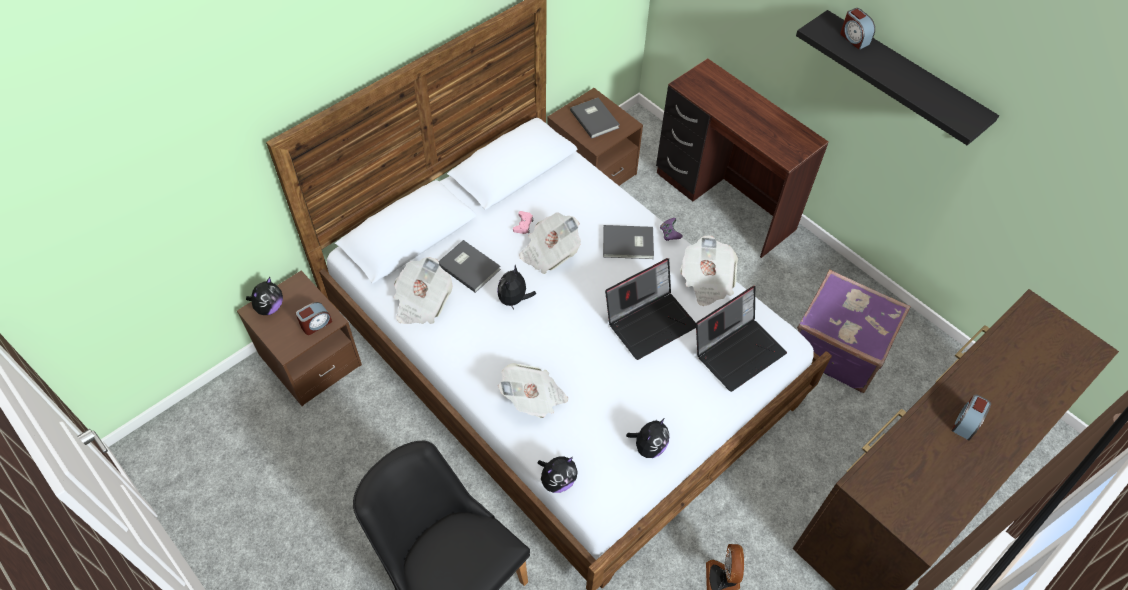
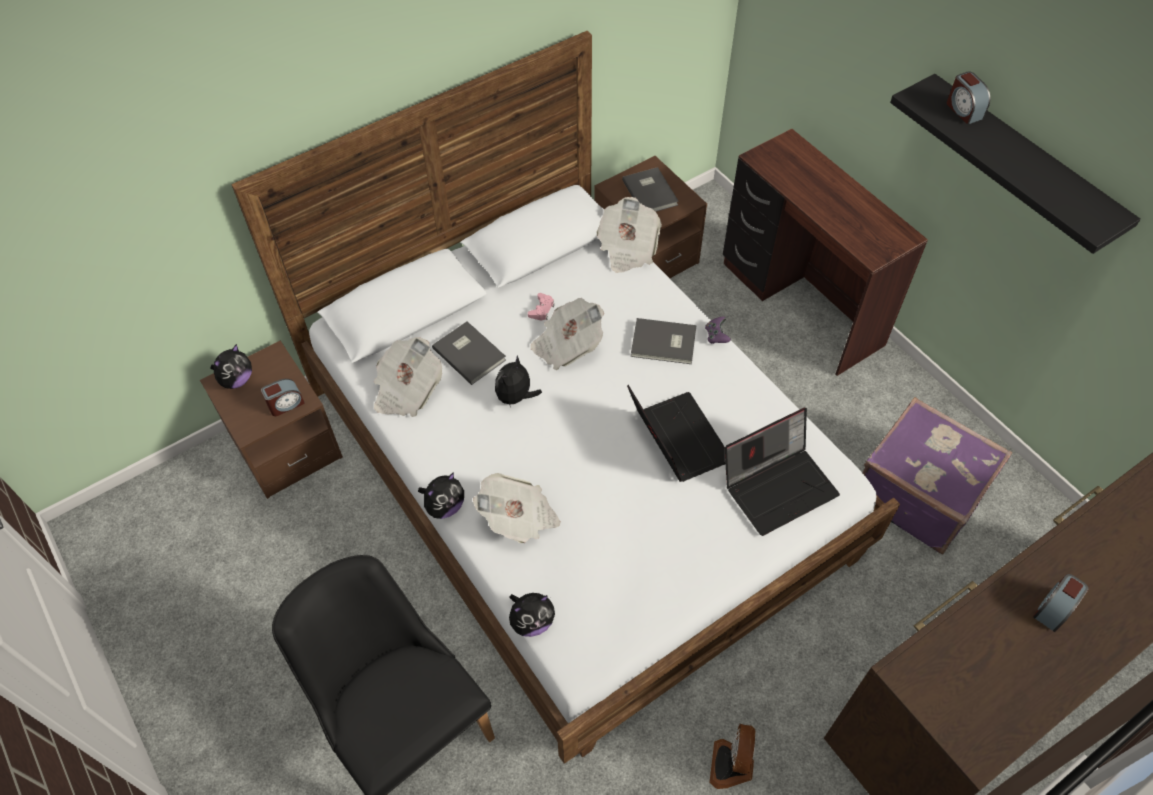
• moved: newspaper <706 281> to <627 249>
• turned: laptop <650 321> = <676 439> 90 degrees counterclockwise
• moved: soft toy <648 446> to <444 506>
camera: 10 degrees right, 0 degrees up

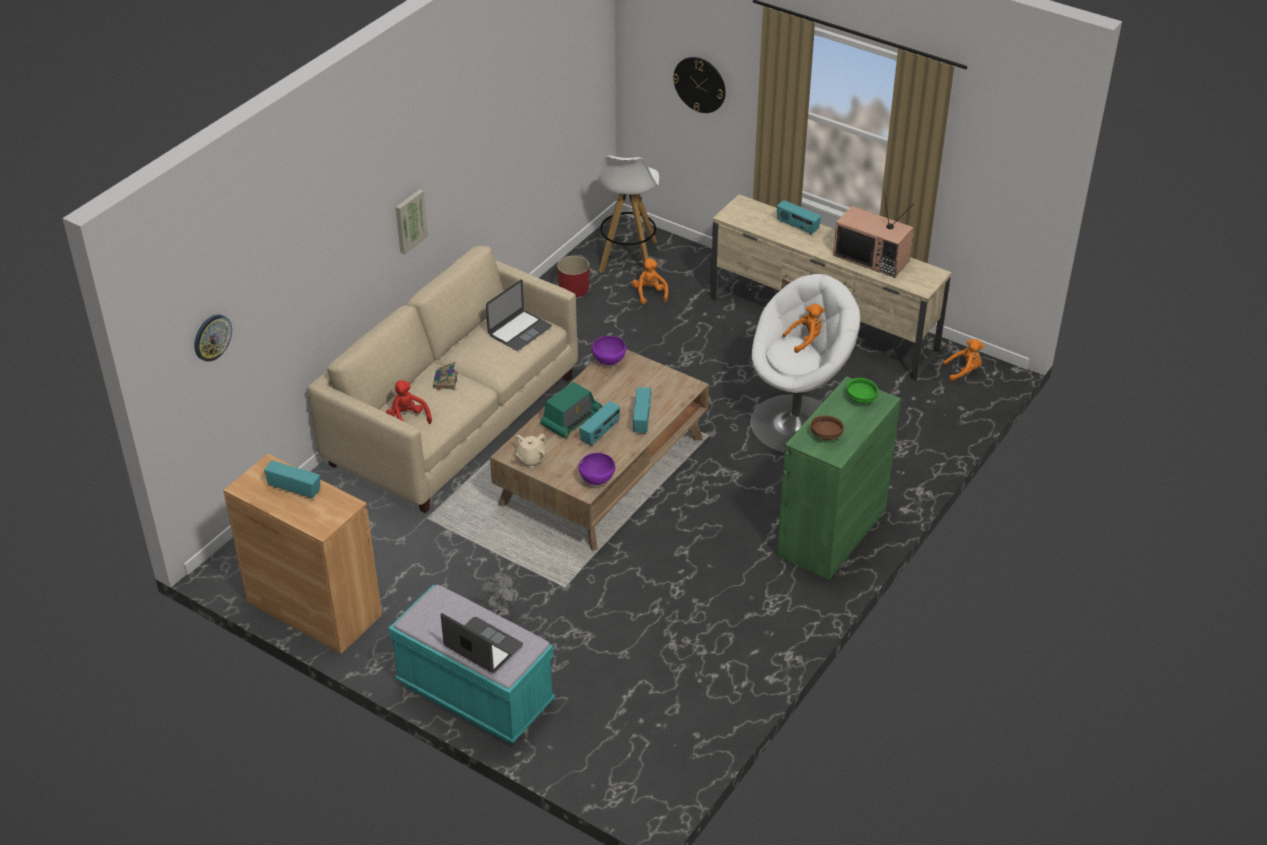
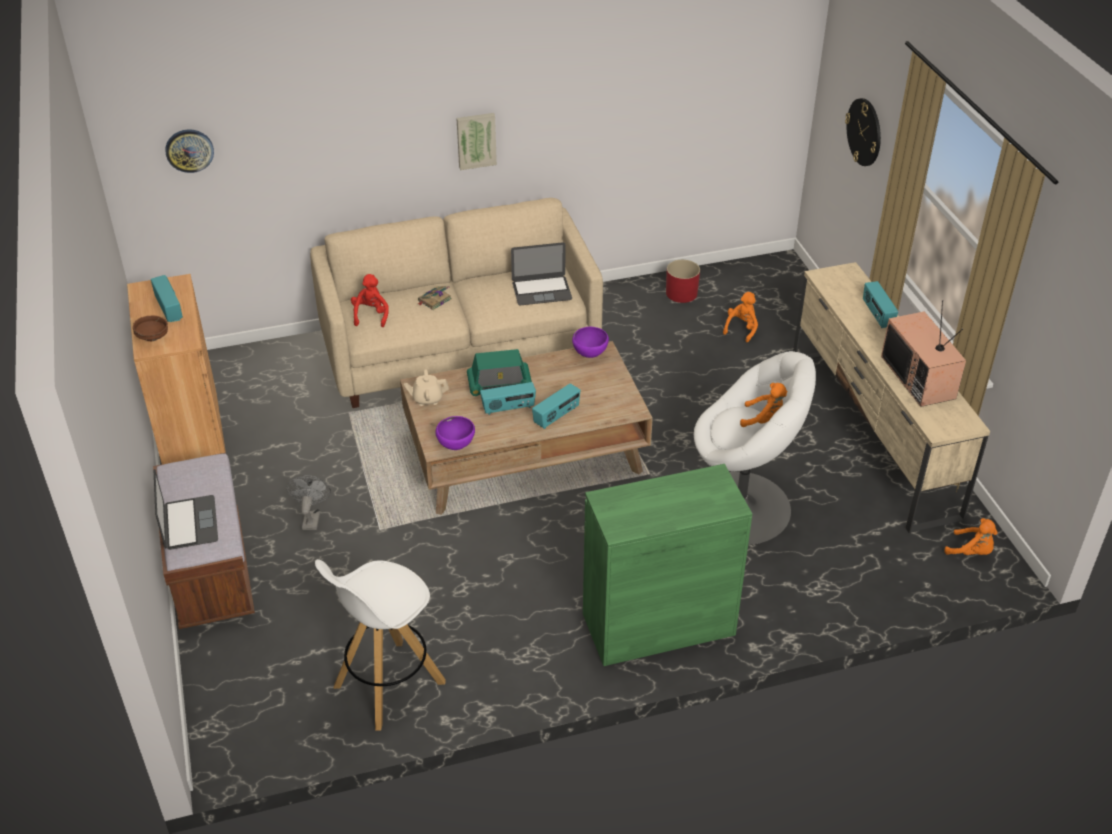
• moved: stool seat/white <628 257> to <388 685>
• removed: serving bowl/greenish <861 399>
• moved: serving bowl/brownish <826 435> to <153 337>
• turned: fan/gray <501 610> = <311 518> 150 degrees clockwise
• recoloured: bench/turquoise <475 695> to bench/brownish <211 572>
camera: 40 degrees right, 0 degrees up

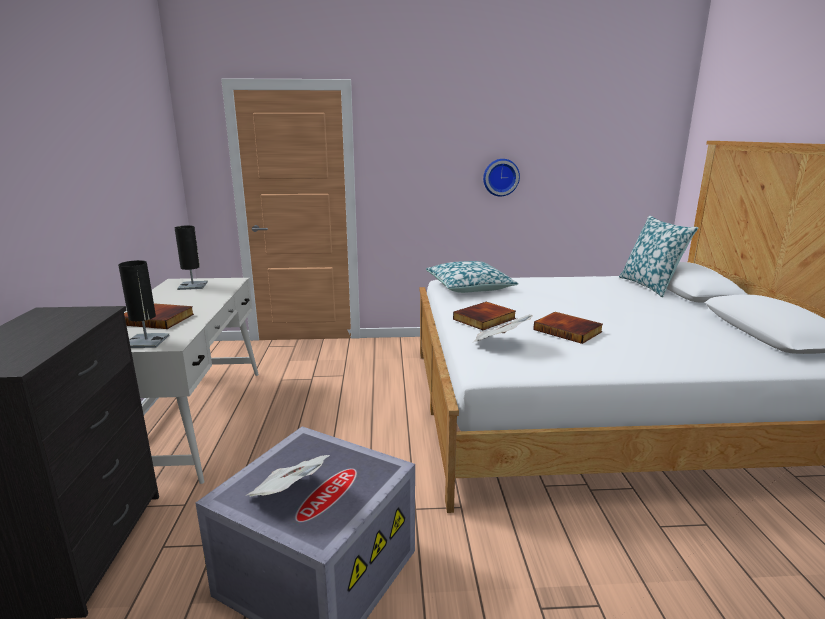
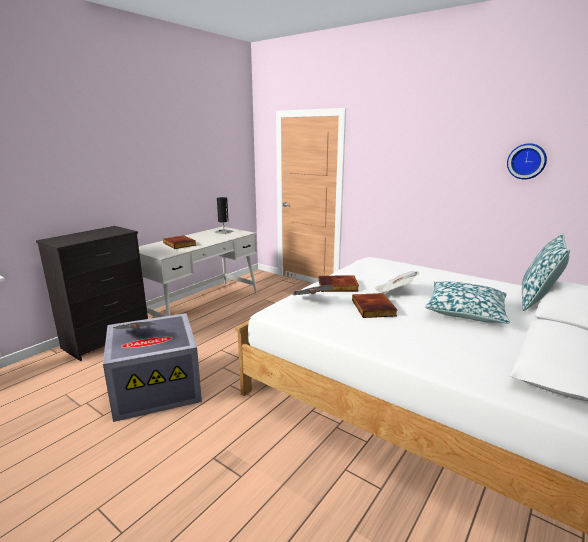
• moved: clock on the wall <500 177> to <526 161>
• removed: table lamp/blackish <146 341>
• moved: pillow <469 287> to <466 311>
• added: newspaper <394 292>
camera: 40 degrees right, 0 degrees up

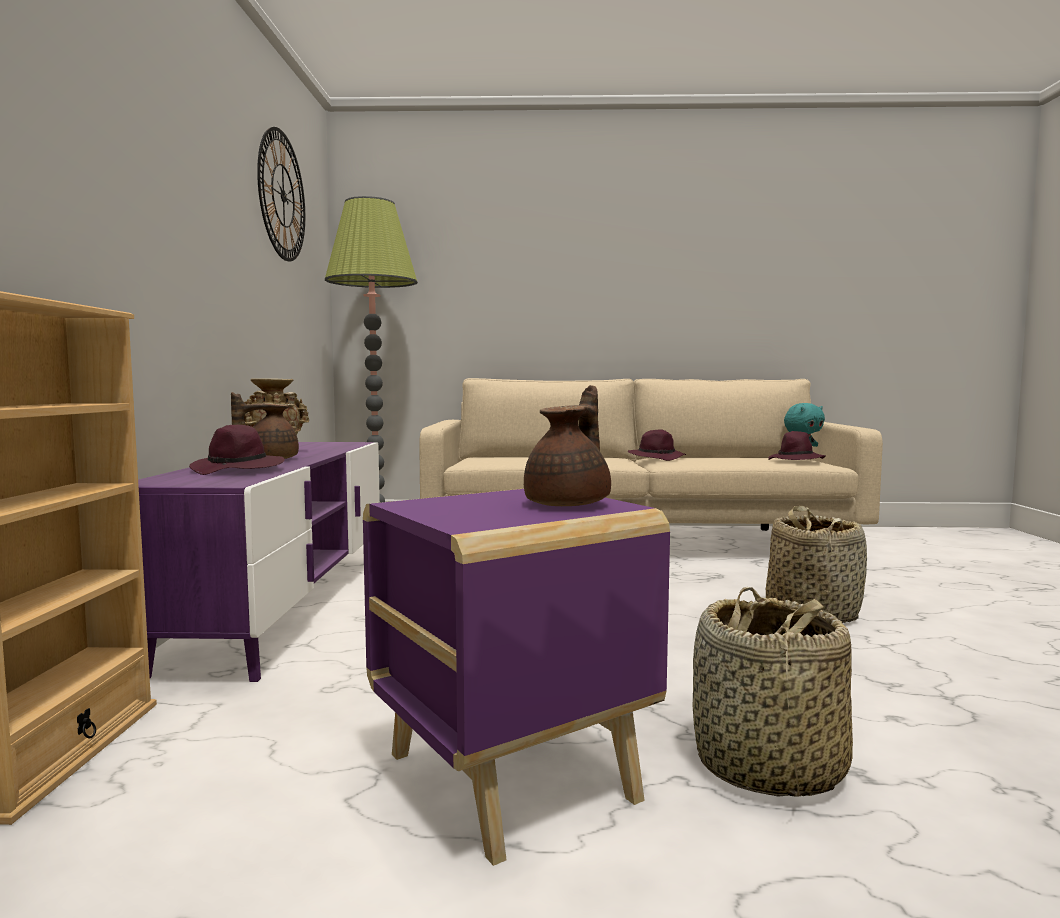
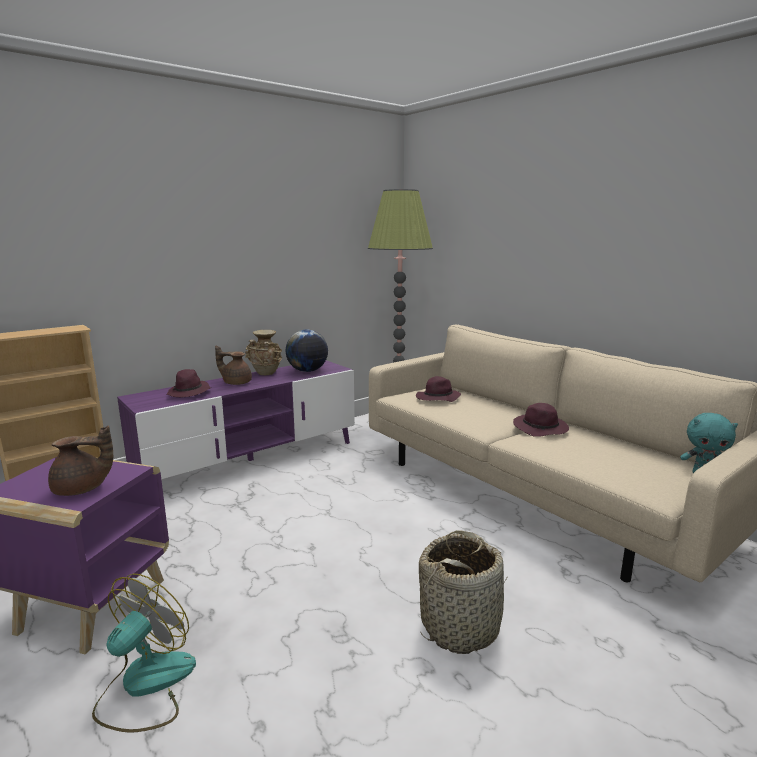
• removed: clock on the wall <282 196>
• moved: clothing hat/purplish <796 461> to <437 398>
• replaced: household basket <768 767> to fan <145 686>
• added: desk globe <307 371>
camera: 50 degrees right, 10 degrees up

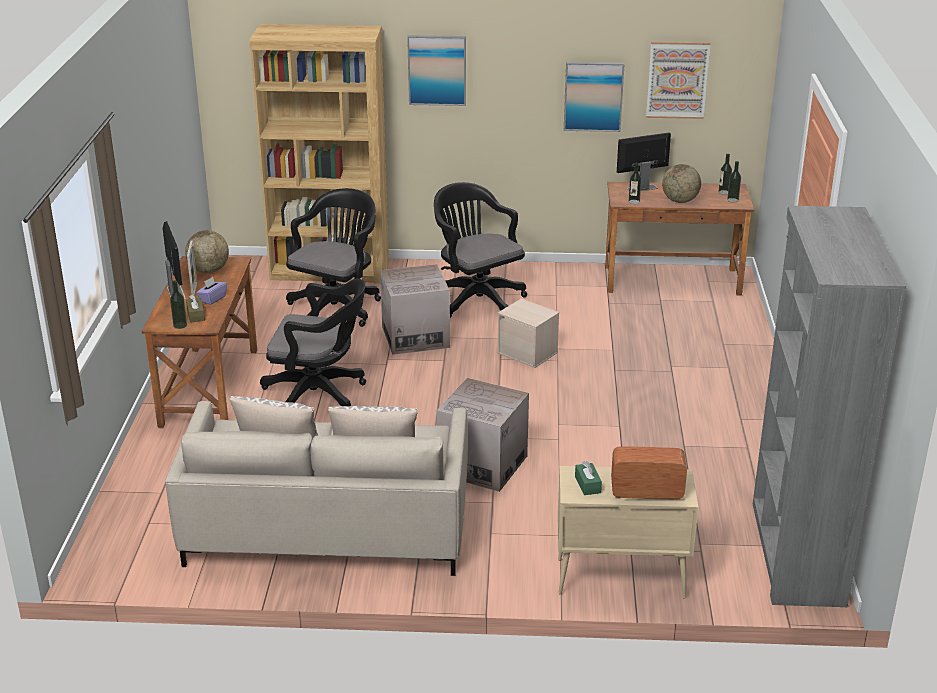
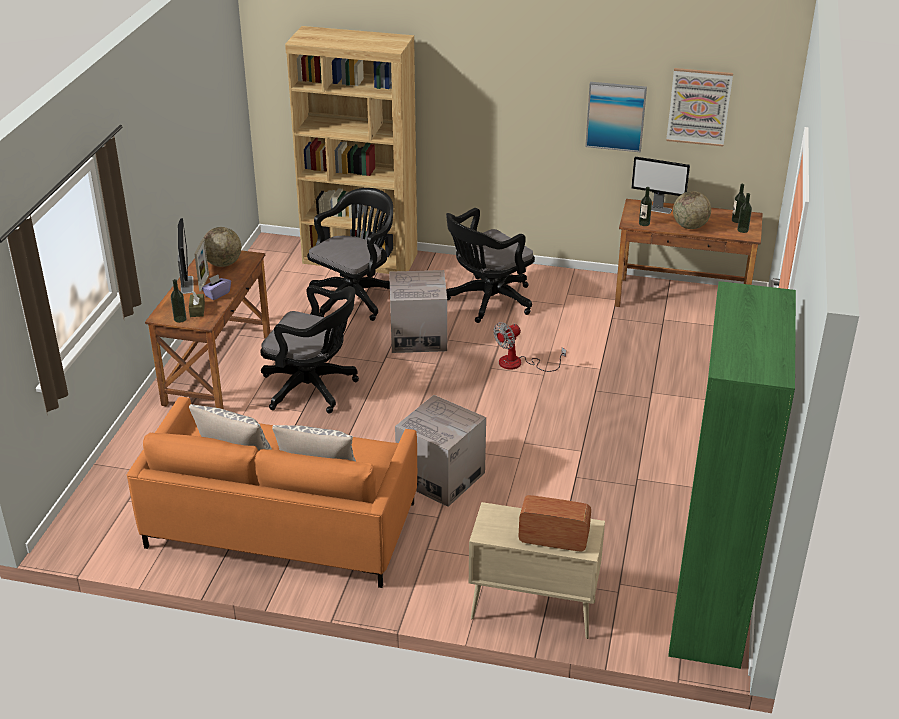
• removed: wall picture <437 70>
• turned: computer display <641 188> = <657 209> 150 degrees counterclockwise
• turned: office chair/blackish <476 299> = <487 302> 105 degrees counterclockwise
• recoloured: bookcase/gray <796 553> to bookcase/greenish <709 605>
• replaced: storage box/beige <528 353> to fan <519 364>
• recoloured: sofa/beige <327 527> to sofa/orange <281 524>
• removed: box of tissues/greenish <587 484>
camera: 10 degrees right, 5 degrees up

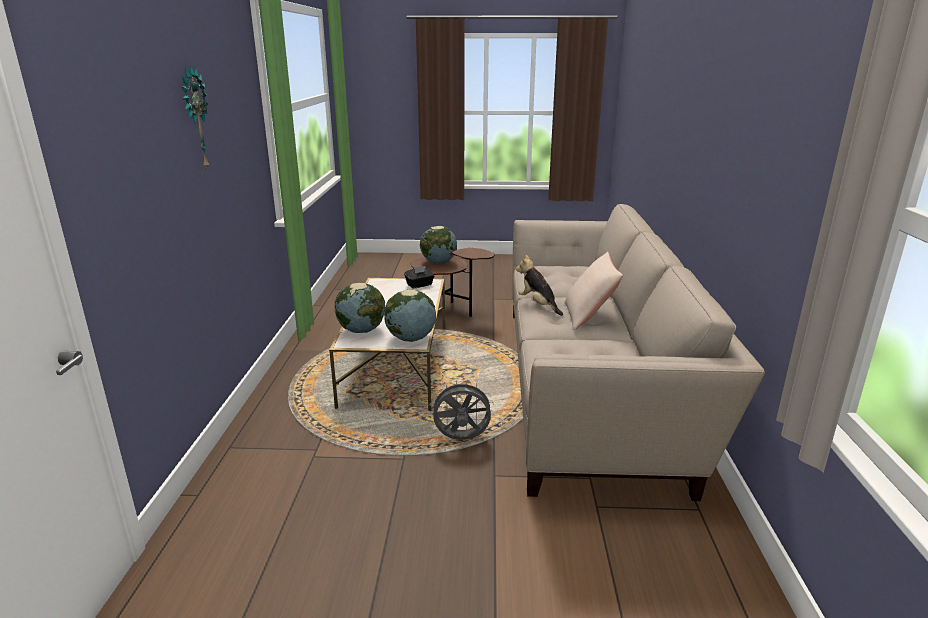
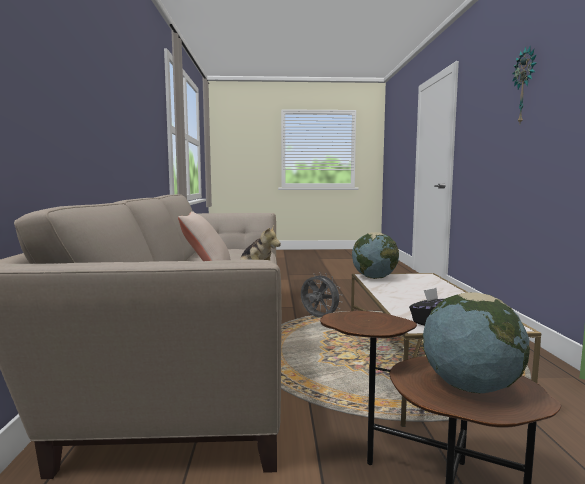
• removed: desk globe <361 330>
• turned: fan/gray <461 439> = <319 318> 135 degrees counterclockwise
camera: 175 degrees right, 15 degrees down

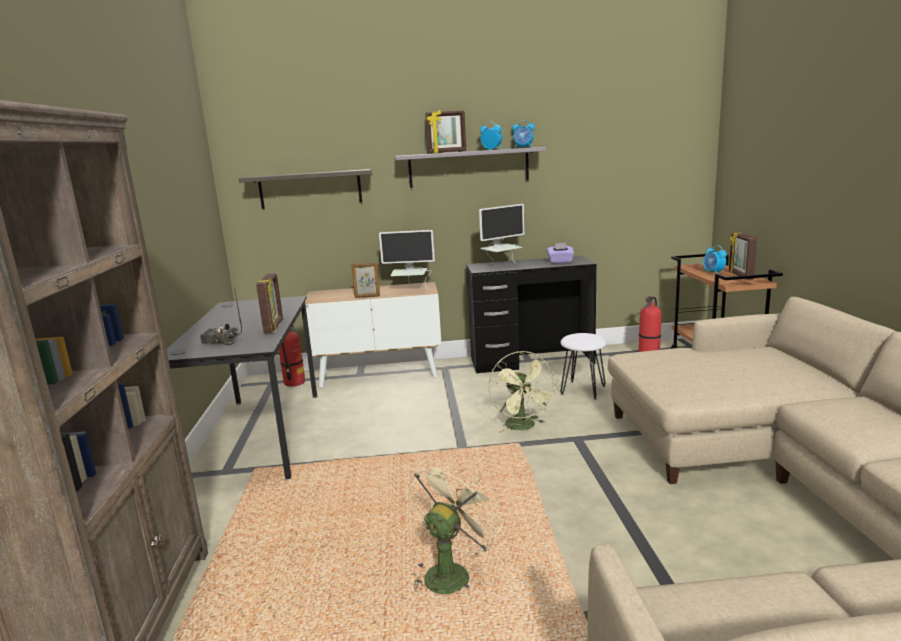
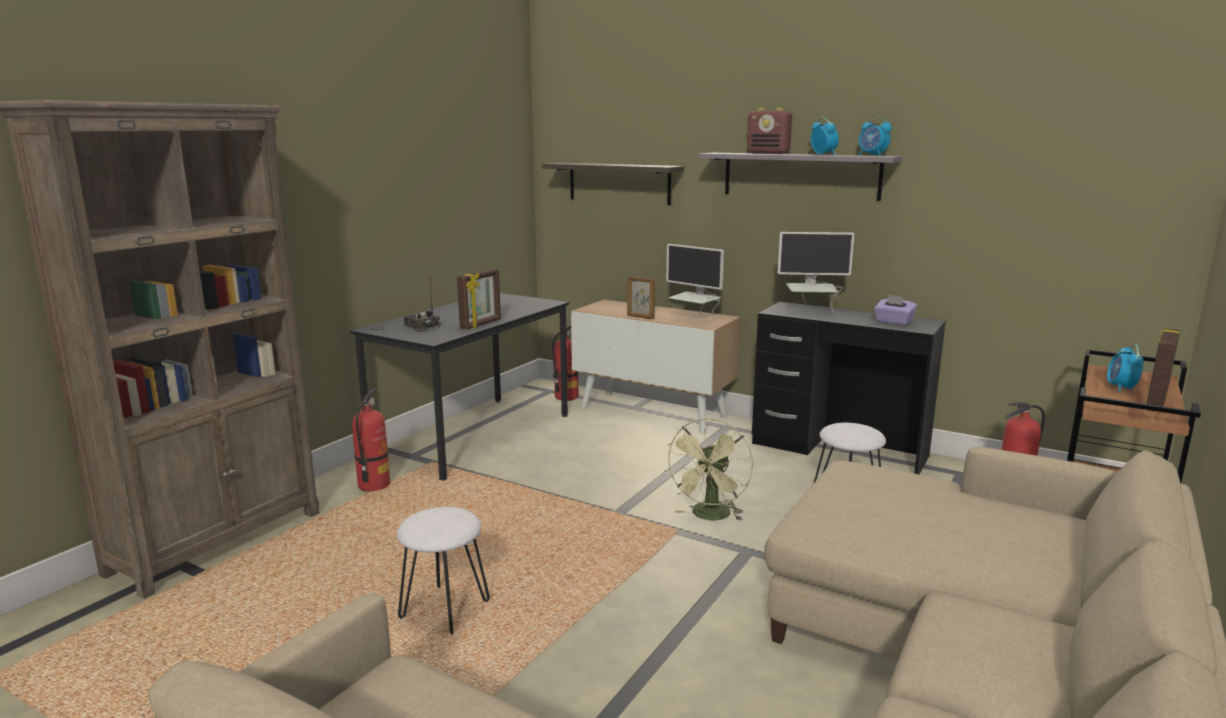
• replaced: standing frame <447 152> to radio set <768 153>
• replaced: fan/beige <451 572> to stool seat/white <444 611>
• added: extinguisher <373 485>
camera: 35 degrees right, 0 degrees up

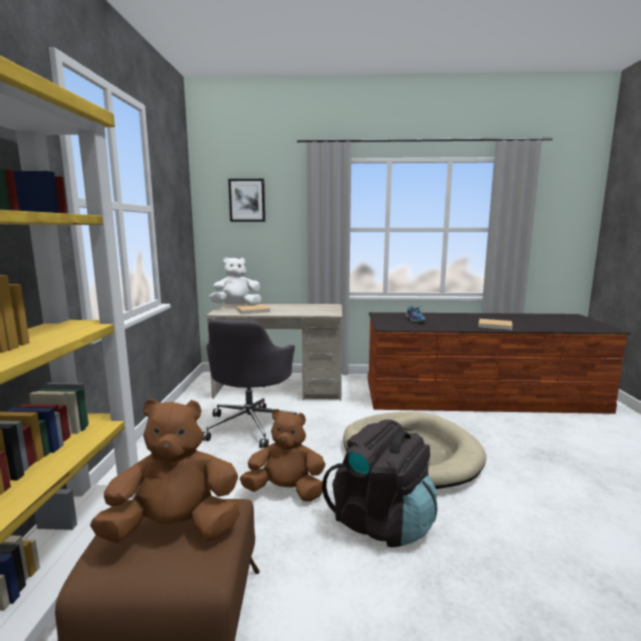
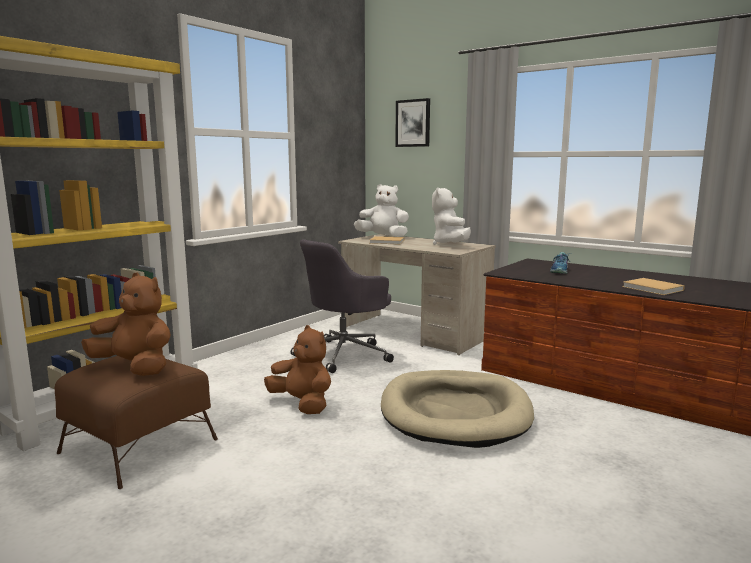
• removed: rucksack/blackish <381 522>
• added: soft toy/white <450 245>
camera: 35 degrees right, 0 degrees up

